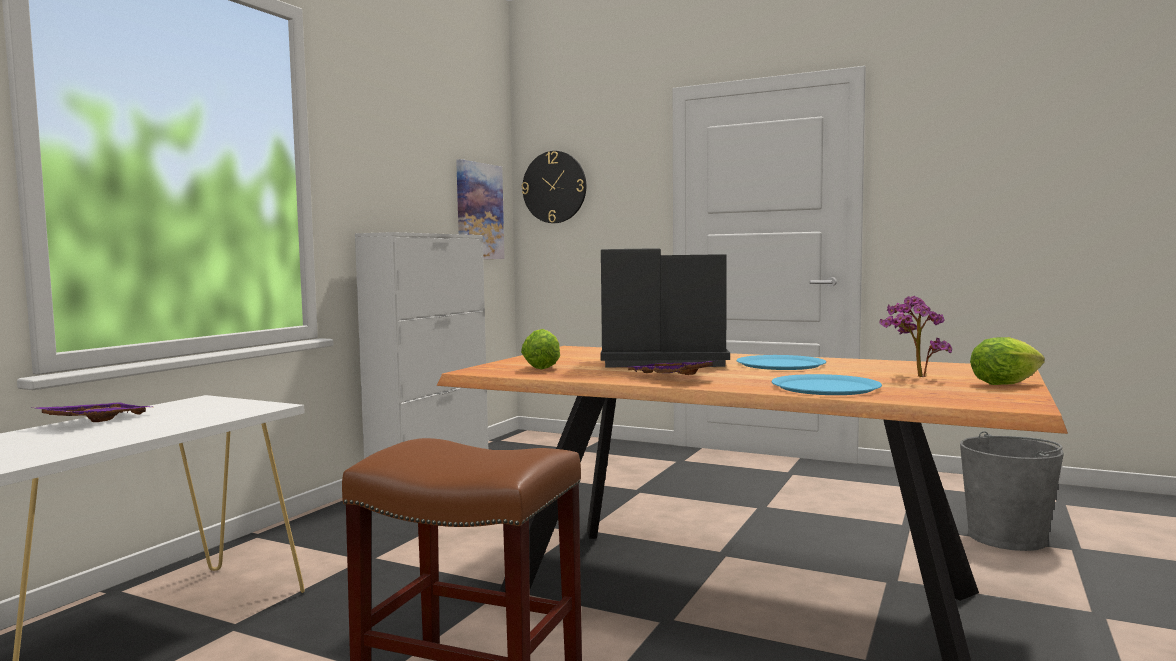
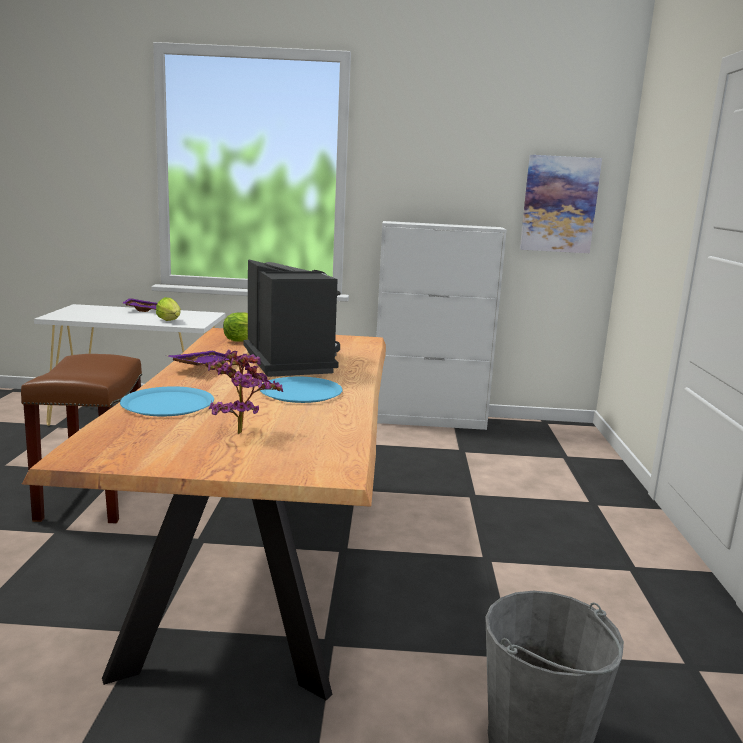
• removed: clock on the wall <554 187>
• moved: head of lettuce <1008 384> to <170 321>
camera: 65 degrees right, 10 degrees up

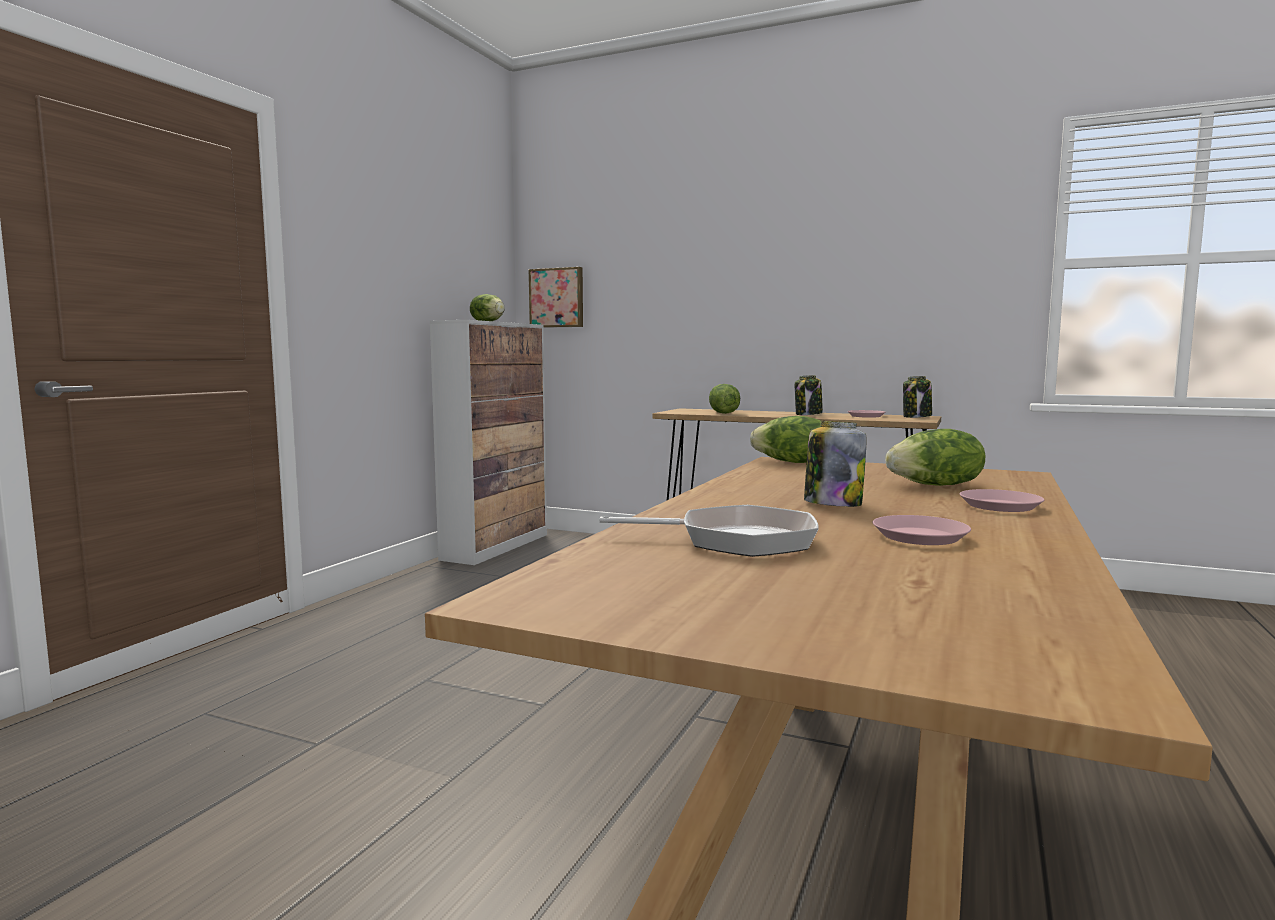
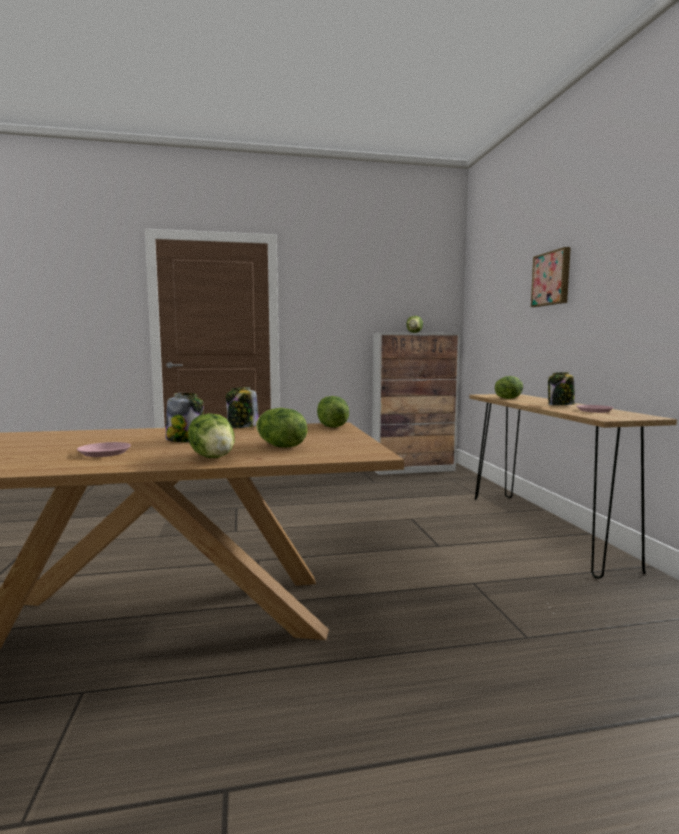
• moved: wall picture <557 298> to <552 278>
• moved: storage jar <917 417> to <242 427>
• replaced: dinner plate/pinkish <999 506> to head of lettuce <214 457>
• removed: skillet <736 540>
camera: 55 degrees right, 0 degrees up

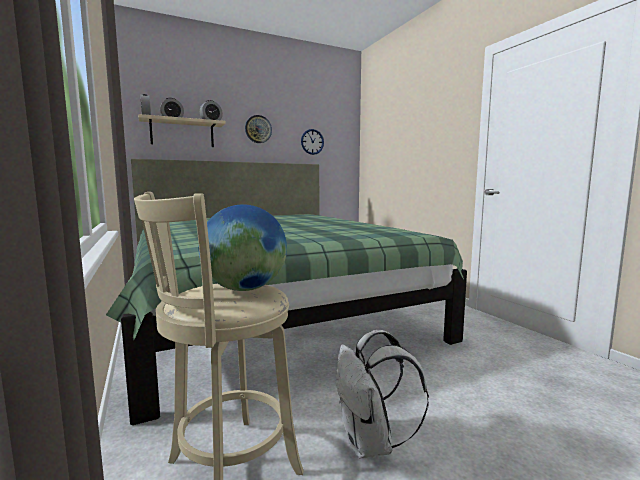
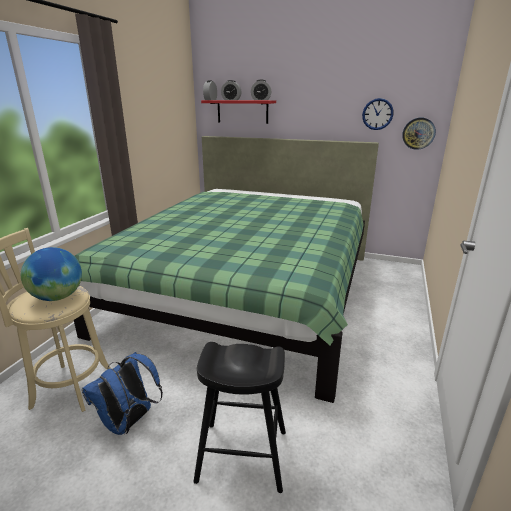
• recoloured: wall shelf/beige <182 133> to wall shelf/red-coloured <242 111>
• moved: clock on the wall <258 129> to <418 133>
• recoloured: rucksack/white <371 443> to rucksack/blue-coloured <129 422>
• added: stool seat/blackish <243 455>
camera: 45 degrees right, 15 degrees up

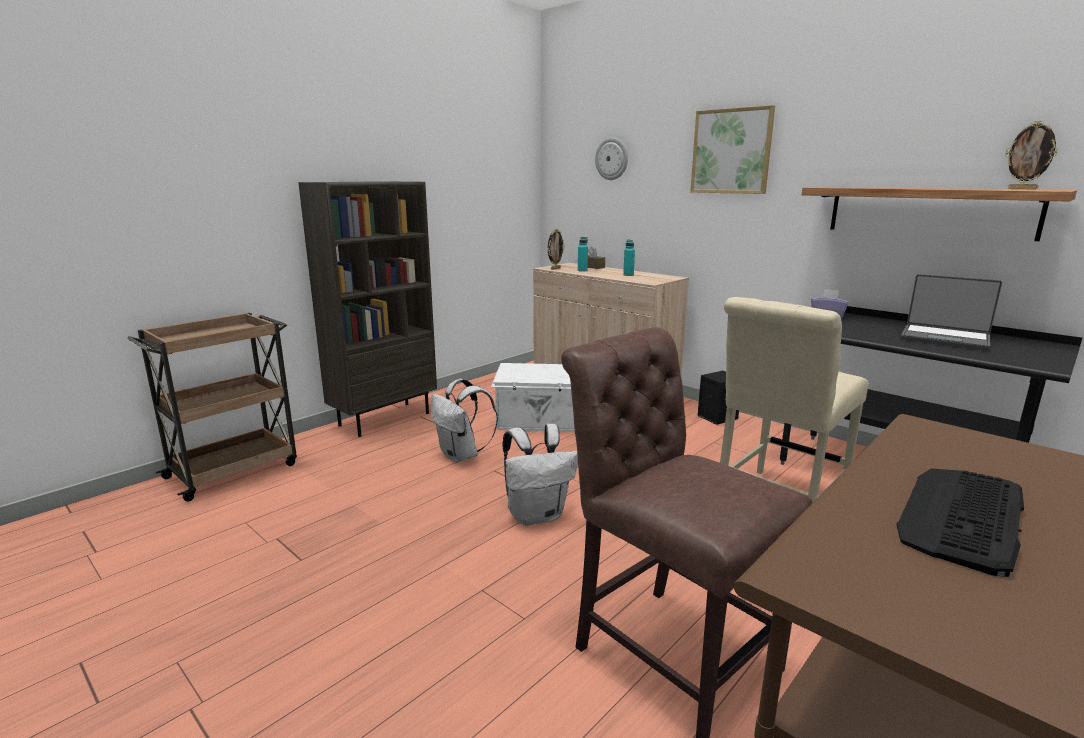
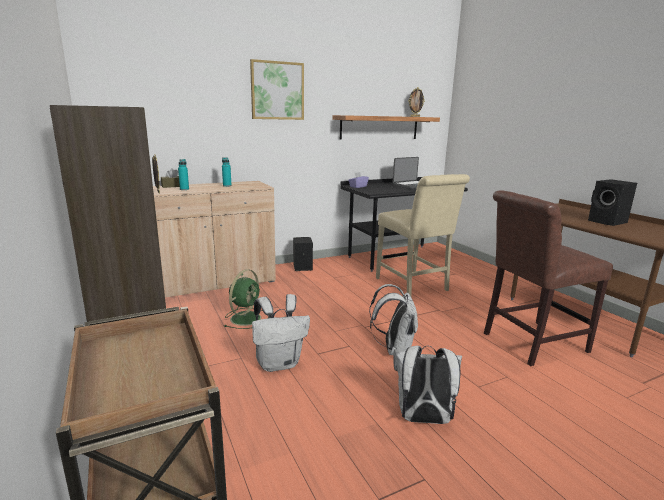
• removed: clock on the wall <612 159>
• replaced: storage box/white <540 421> to fan/greenish <246 318>
• replaced: keyboard <962 517> to audio speaker/blackish <608 222>
• added: rucksack/white <422 419>
camera: 70 degrees left, 0 degrees up

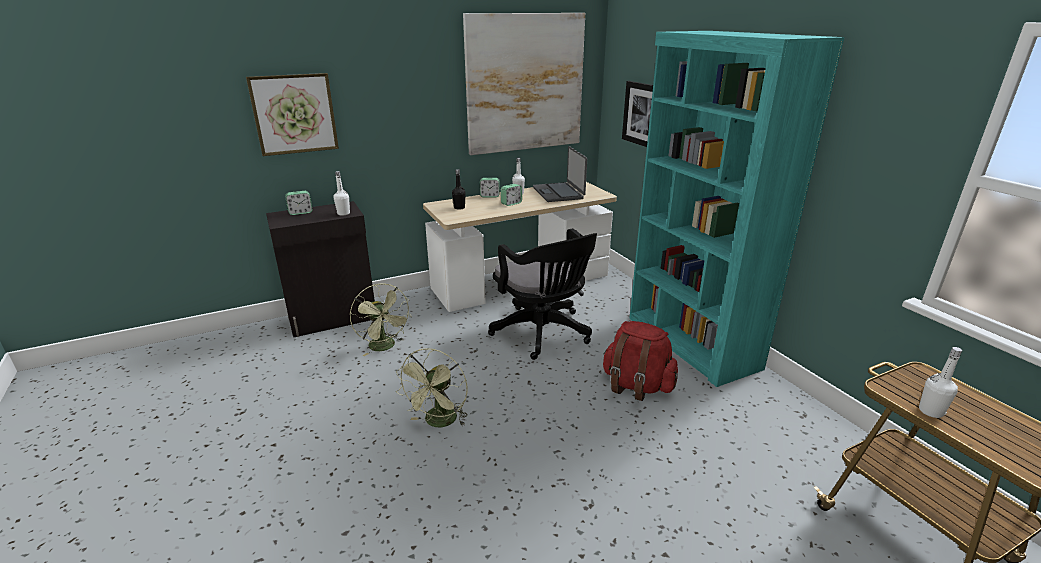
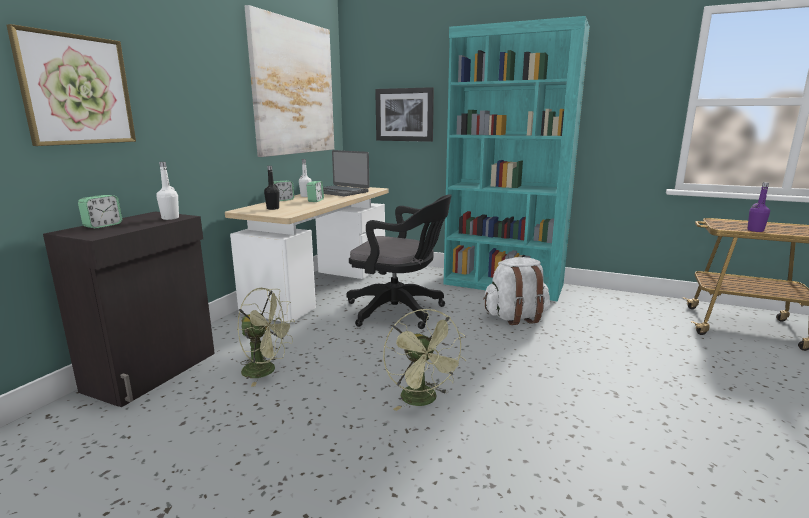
• recoloured: rucksack/red-coloured <636 386> to rucksack/white <516 317>
• recoloured: bottle/white <930 411> to bottle/purplish <755 230>
camera: 40 degrees left, 10 degrees down

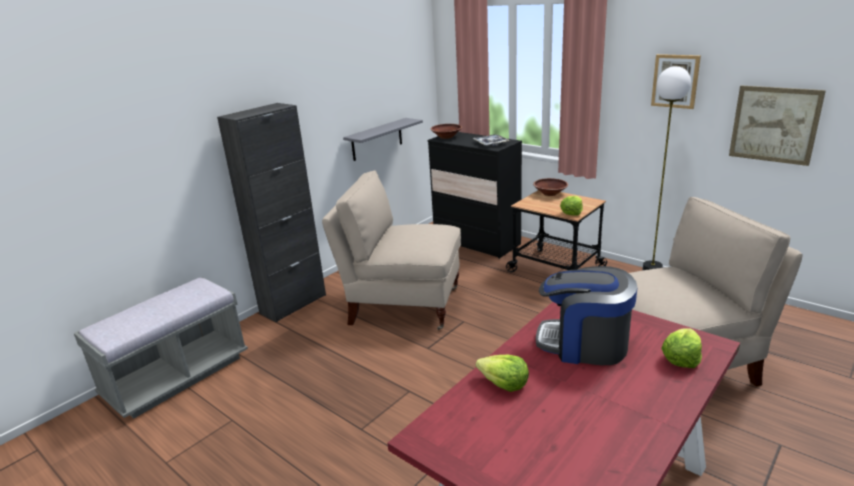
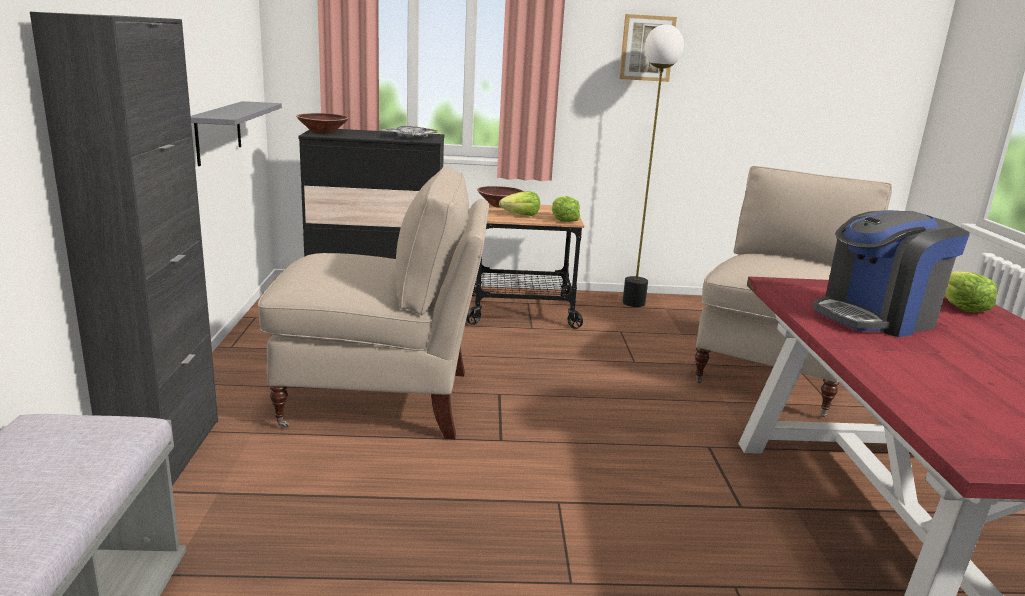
• removed: wall picture <774 124>
• turned: chair/beige <403 305> = <382 399> 150 degrees counterclockwise
• moved: head of lettuce <504 384> to <521 215>
camera: 45 degrees left, 5 degrees down

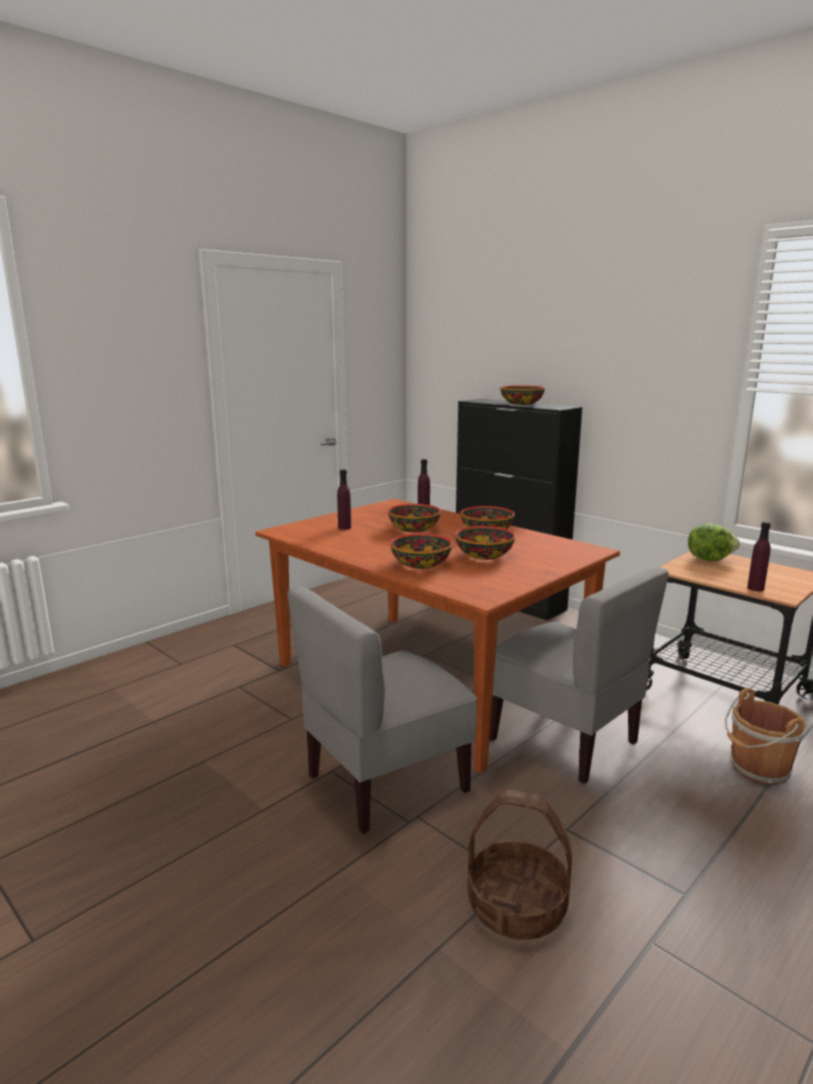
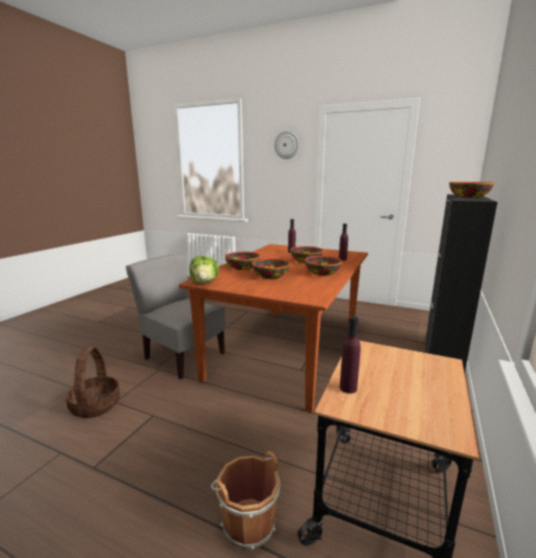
• moved: head of lettuce <709 559> to <204 283>
• removed: chair/gray <564 740>
• added: clock on the wall <286 145>
camera: 70 degrees right, 0 degrees up

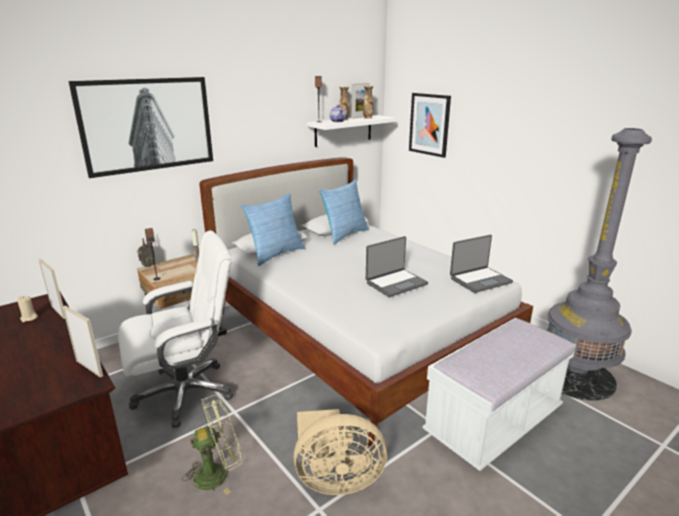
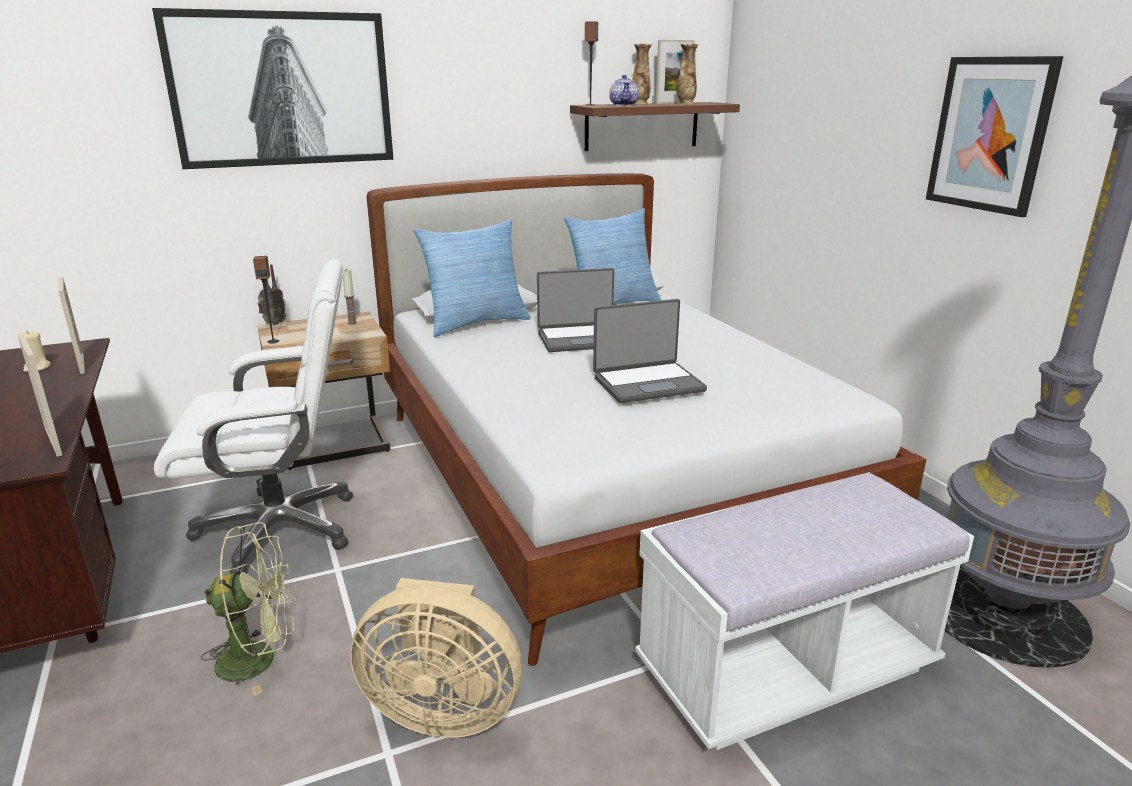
• moved: wall picture <429 124> to <990 134>
• recoloured: wall shelf/white <343 130> to wall shelf/brownish <642 126>
• moved: laptop <479 280> to <581 339>
camera: 15 degrees right, 0 degrees up

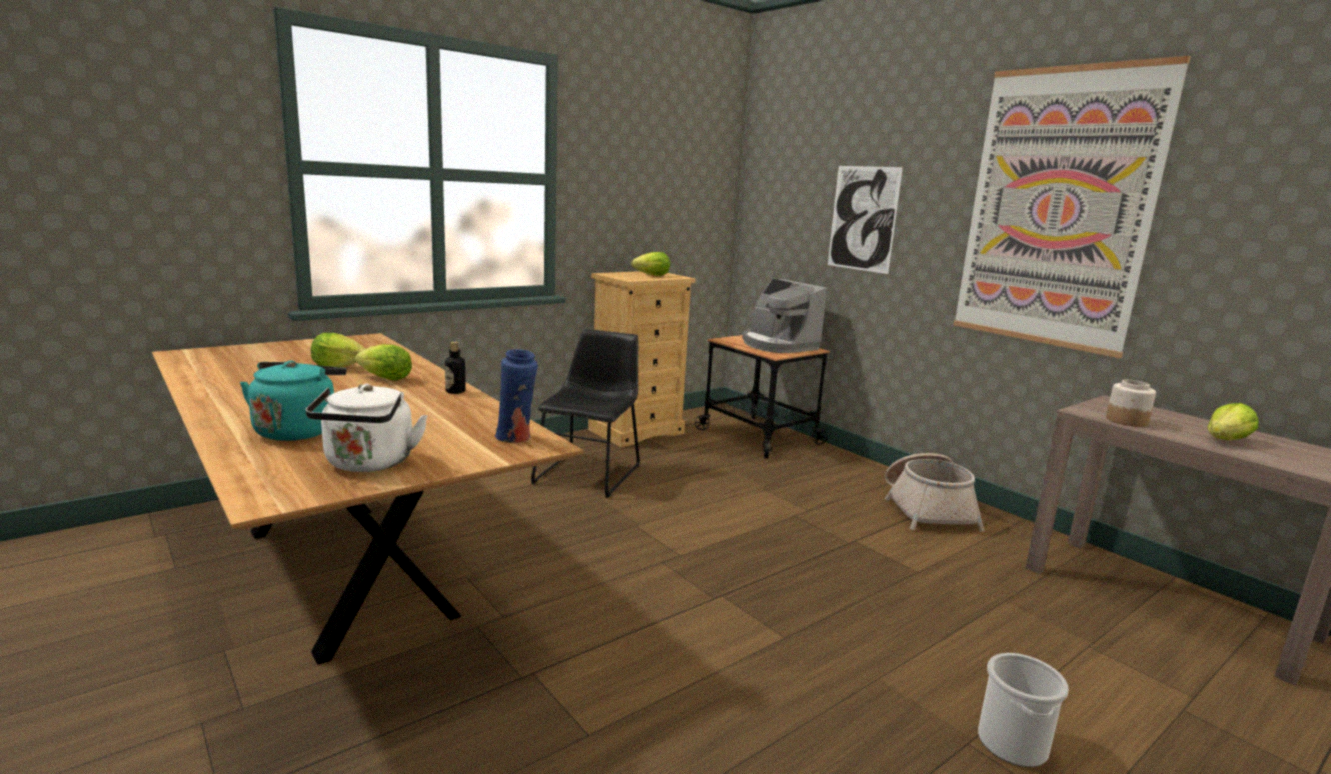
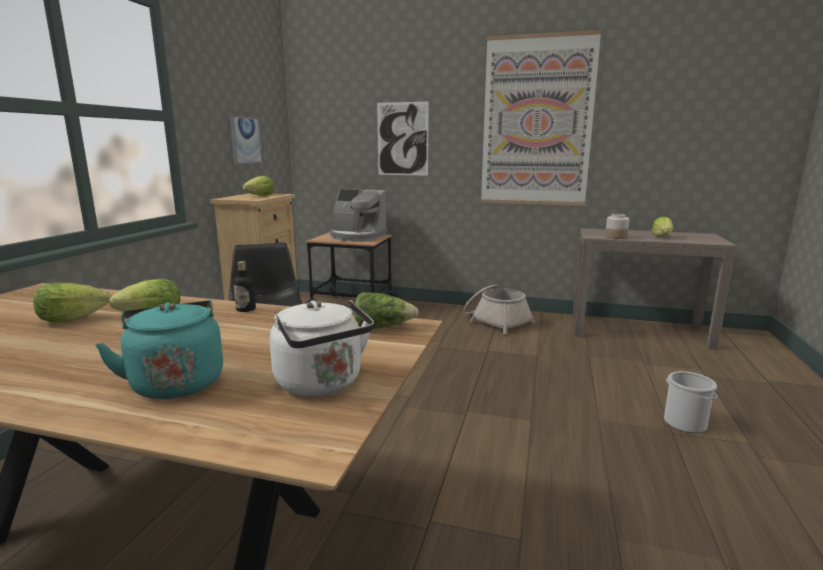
• replaced: flower vase/blue-coloured <516 438> to head of lettuce <382 327>
• added: wall picture <245 140>
camera: 35 degrees left, 0 degrees up

